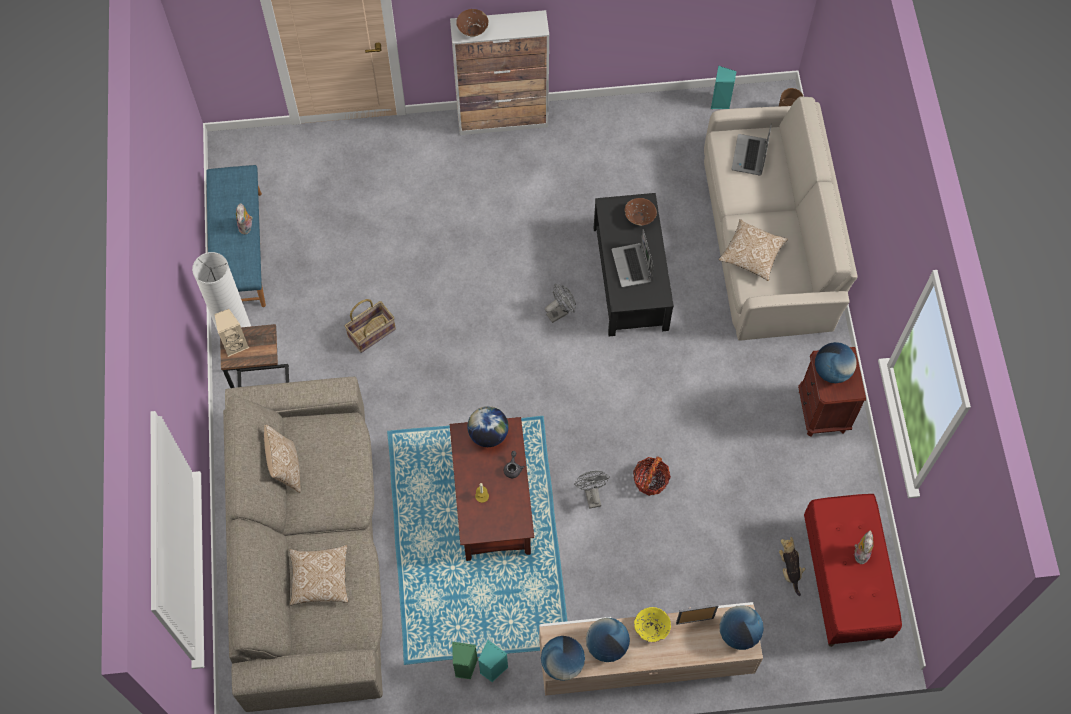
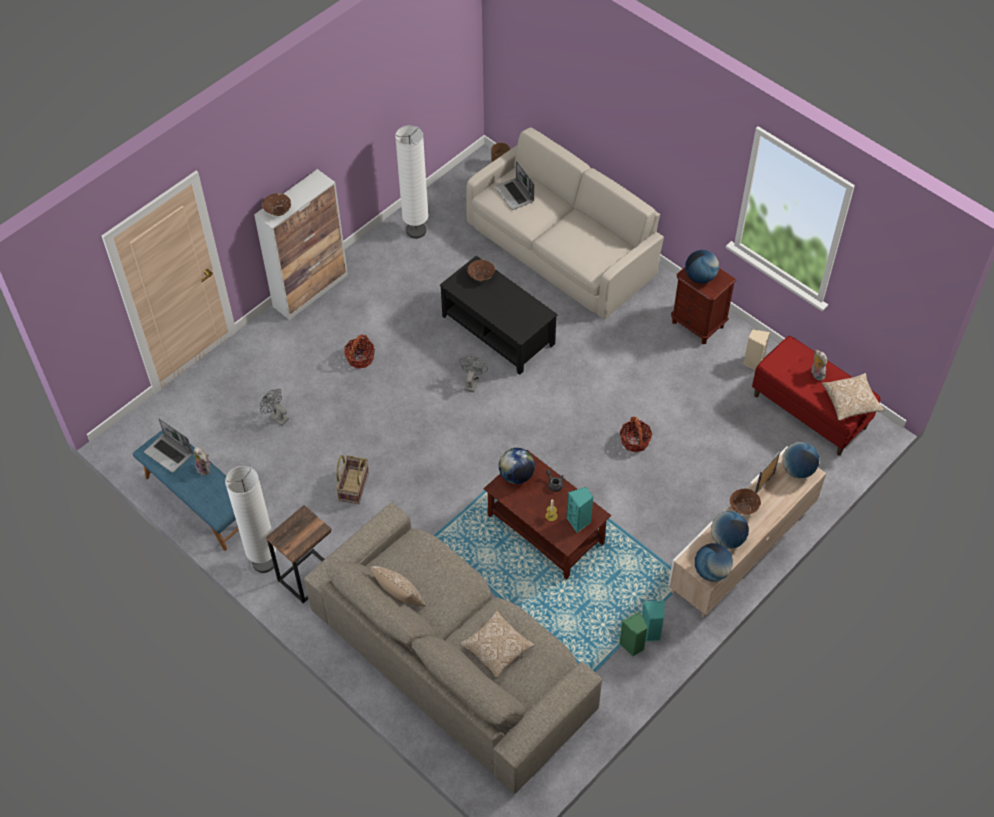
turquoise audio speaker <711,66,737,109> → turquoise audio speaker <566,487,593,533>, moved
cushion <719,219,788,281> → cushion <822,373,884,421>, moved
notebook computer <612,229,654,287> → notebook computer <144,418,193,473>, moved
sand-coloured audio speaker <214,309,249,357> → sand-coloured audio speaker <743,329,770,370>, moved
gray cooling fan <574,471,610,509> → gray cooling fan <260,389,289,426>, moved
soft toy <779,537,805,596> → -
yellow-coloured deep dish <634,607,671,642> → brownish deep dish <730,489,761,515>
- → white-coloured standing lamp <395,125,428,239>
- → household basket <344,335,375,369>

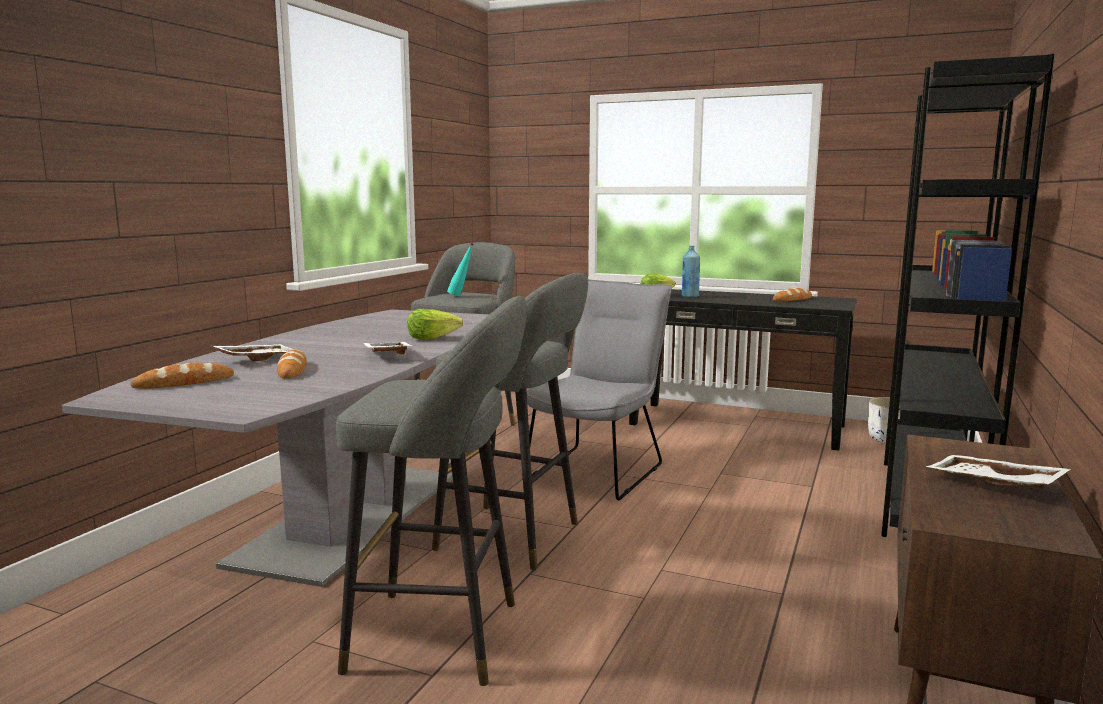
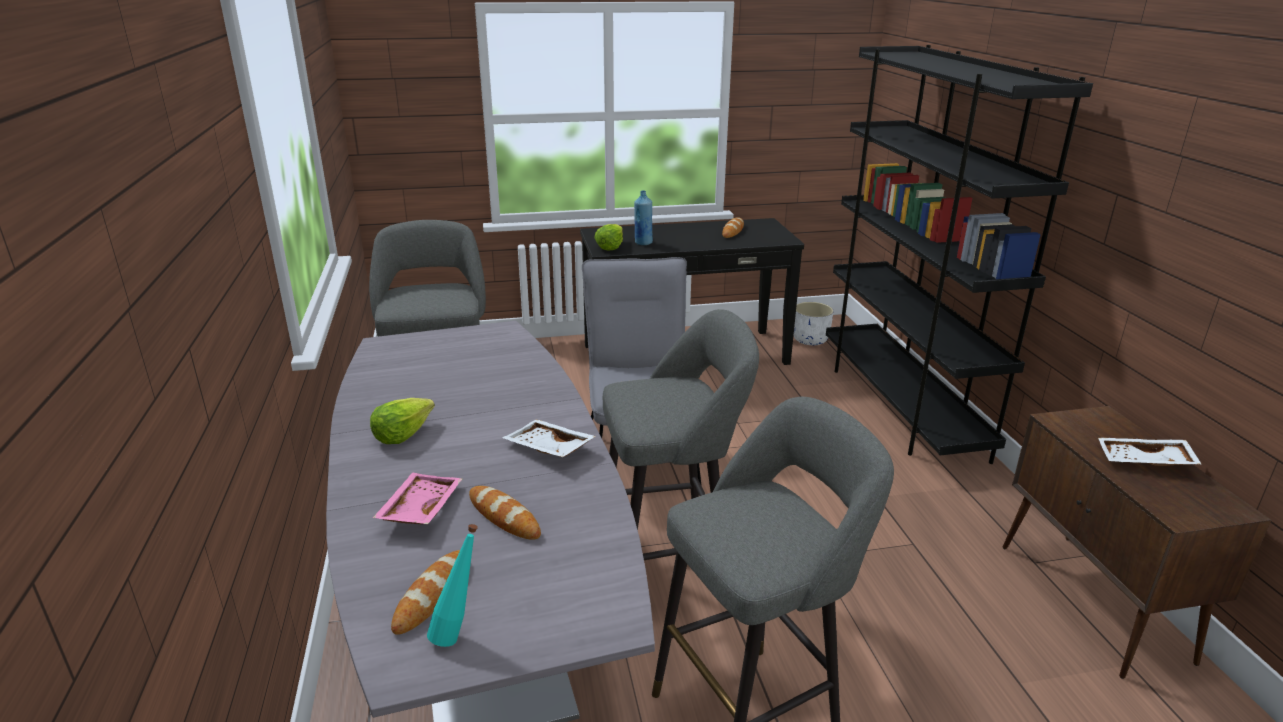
turquoise drink bottle <447,242,474,296> → turquoise drink bottle <427,524,478,647>, moved
head of lettuce <408,309,464,340> → head of lettuce <370,398,435,444>, moved
white-coloured tray <213,344,295,361> → pink-coloured tray <372,472,462,524>

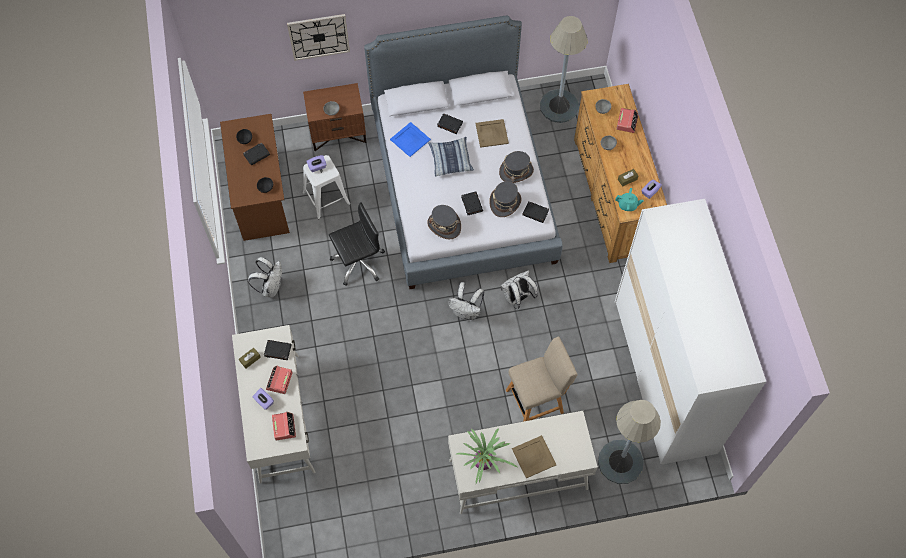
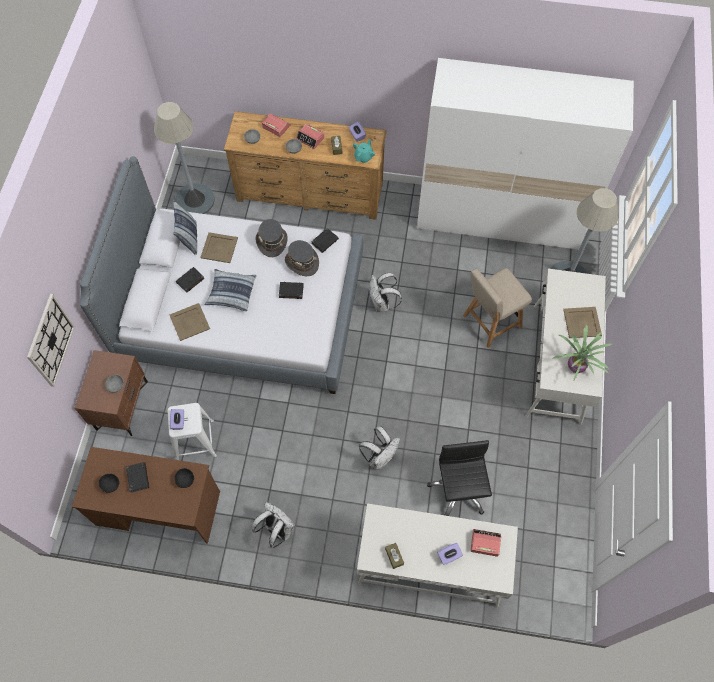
blue tray <390,122,431,157> → sand-coloured tray <170,303,210,341>
black-coloured office chair <329,203,385,286> → black-coloured office chair <427,440,492,516>, moved
gray clothing hat <427,205,461,239> → -
white-coloured rucksack <449,282,485,321> → white-coloured rucksack <359,426,400,470>, moved
sand-coloured upright chair <506,336,577,422> → sand-coloured upright chair <463,268,532,348>, 120 degrees counterclockwise
black-coloured book <264,340,292,360> → -
bedside clock <266,366,293,394> → bedside clock <296,123,325,149>, moved
- → cushion <173,199,197,255>

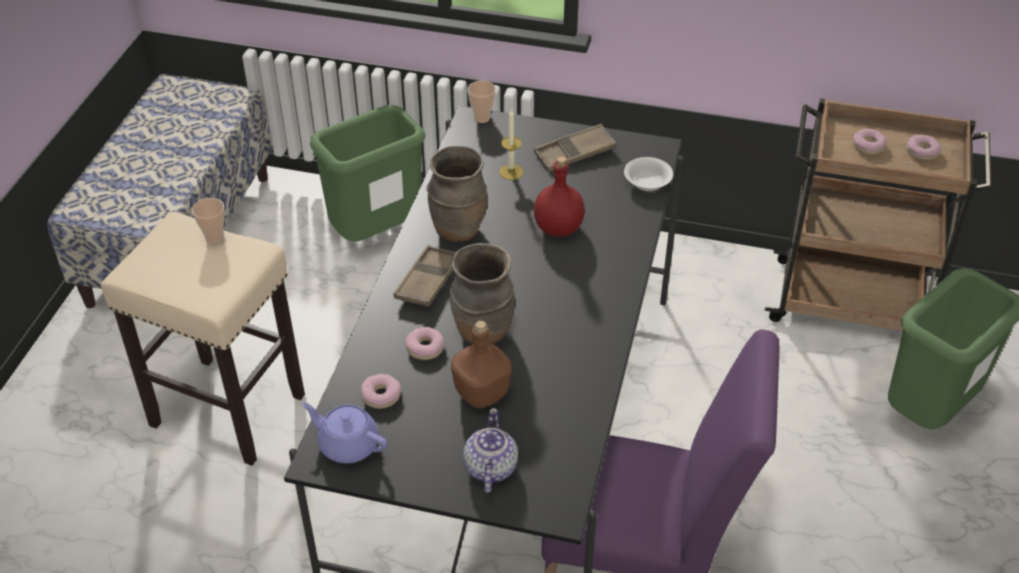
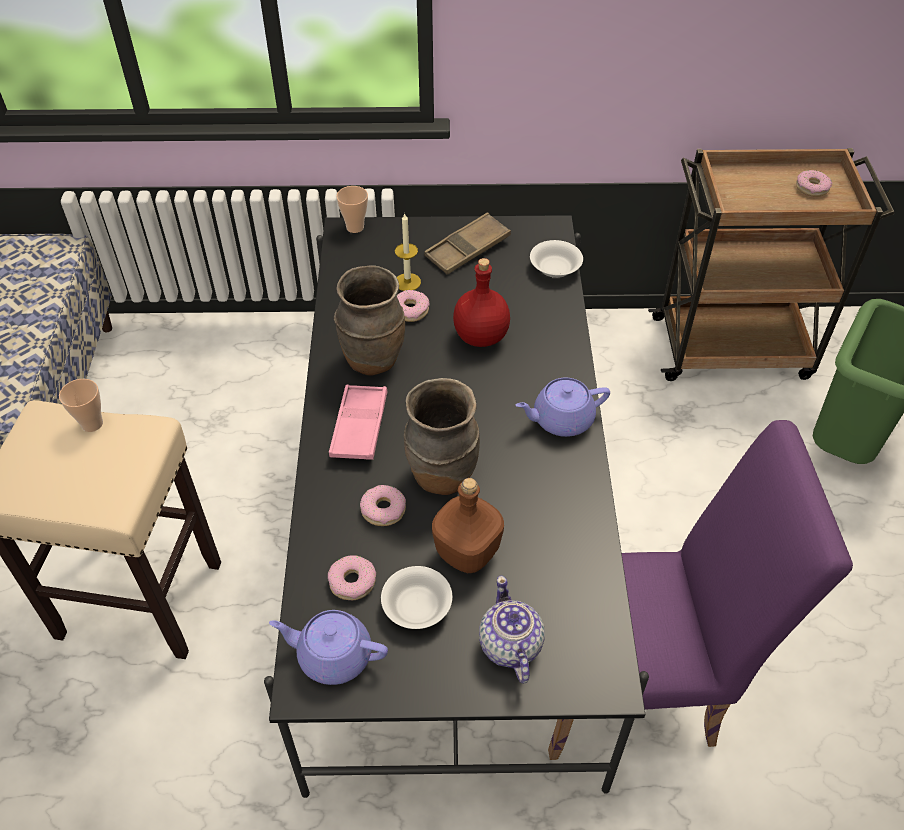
greenish waste bin <310,105,426,241> → -
ring doughnut <853,128,887,155> → ring doughnut <397,290,430,322>, moved
brownish tray <394,245,456,307> → pink-coloured tray <329,385,388,460>
- → purple-coloured teapot <516,378,610,437>
- → white-coloured deep dish <381,566,452,629>

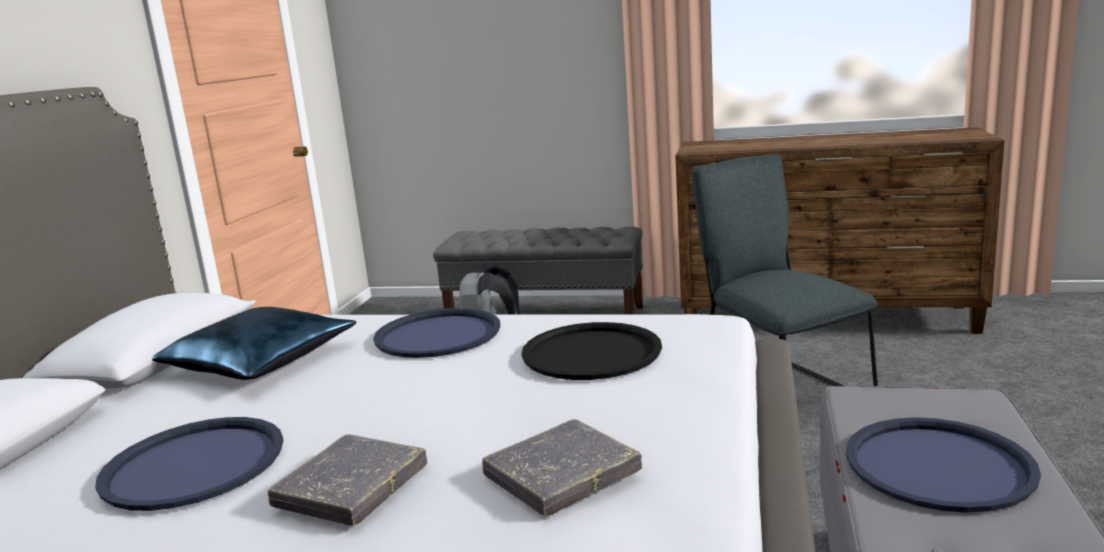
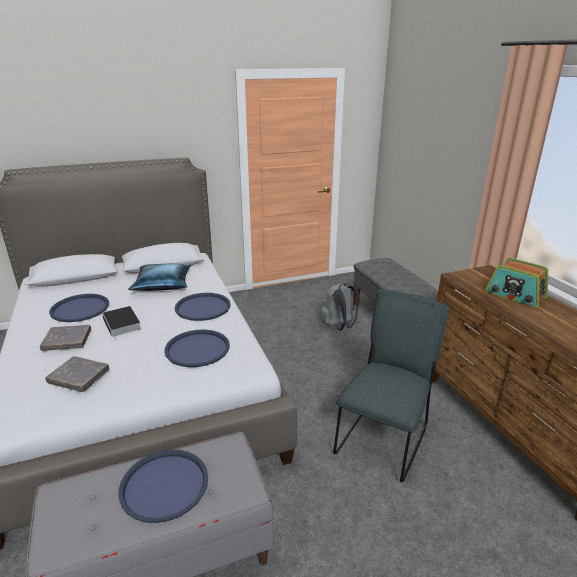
black-coloured tray <522,322,662,380> → blue tray <164,330,230,367>
- → radio <486,258,548,308>
- → book <102,306,141,340>

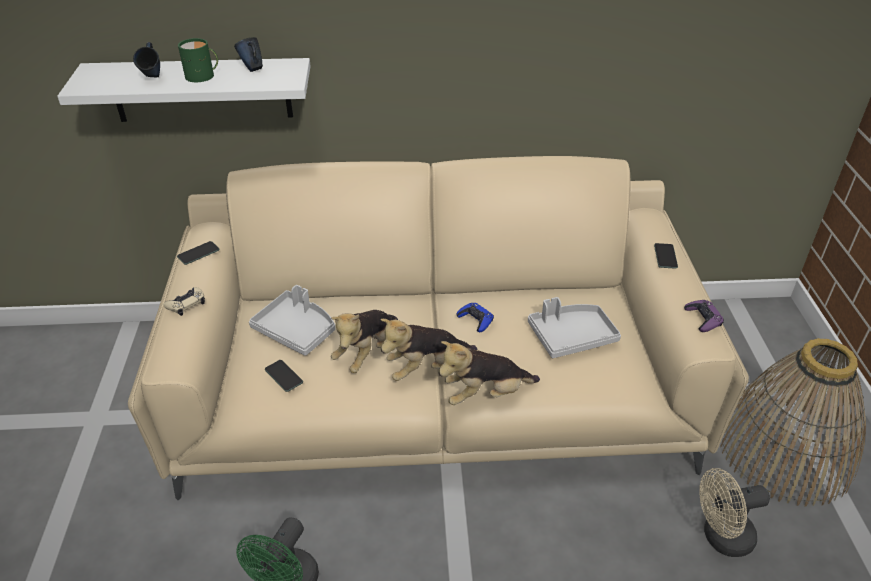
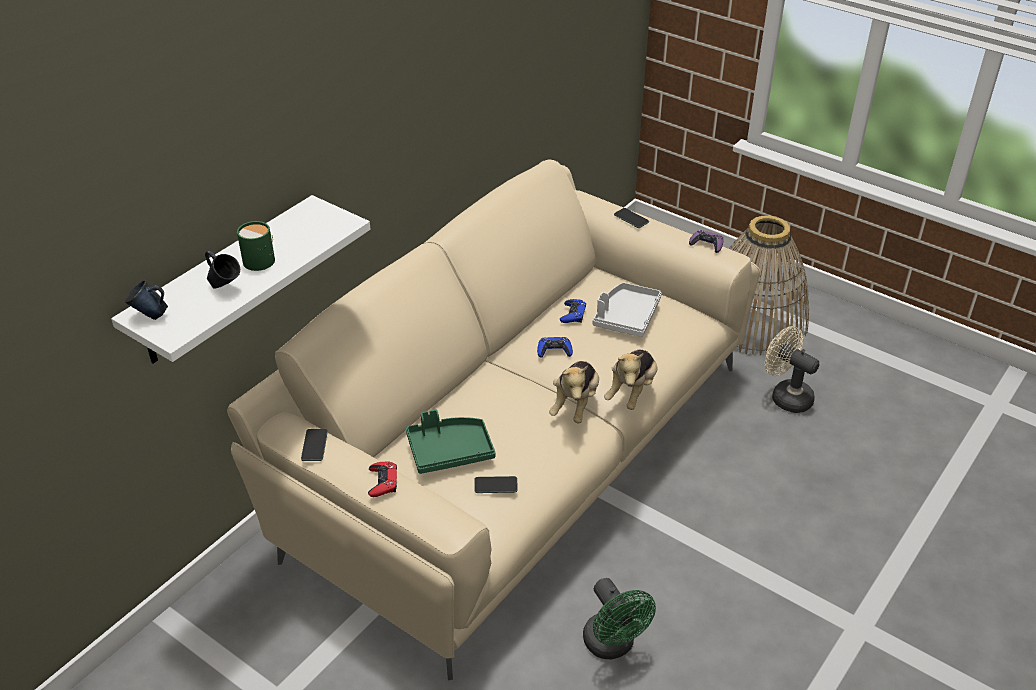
blue mug <234,37,263,72> → blue mug <125,280,168,320>, moved
gray tray <249,285,336,356> → greenish tray <406,409,496,474>
sand-coloured game controller <163,287,205,316> → reddish game controller <368,462,397,497>
soft toy <331,310,398,373> → -
sand-coloured cooling fan <699,468,770,557> → sand-coloured cooling fan <765,326,819,413>, 105 degrees clockwise
- → blue game controller <560,299,586,323>

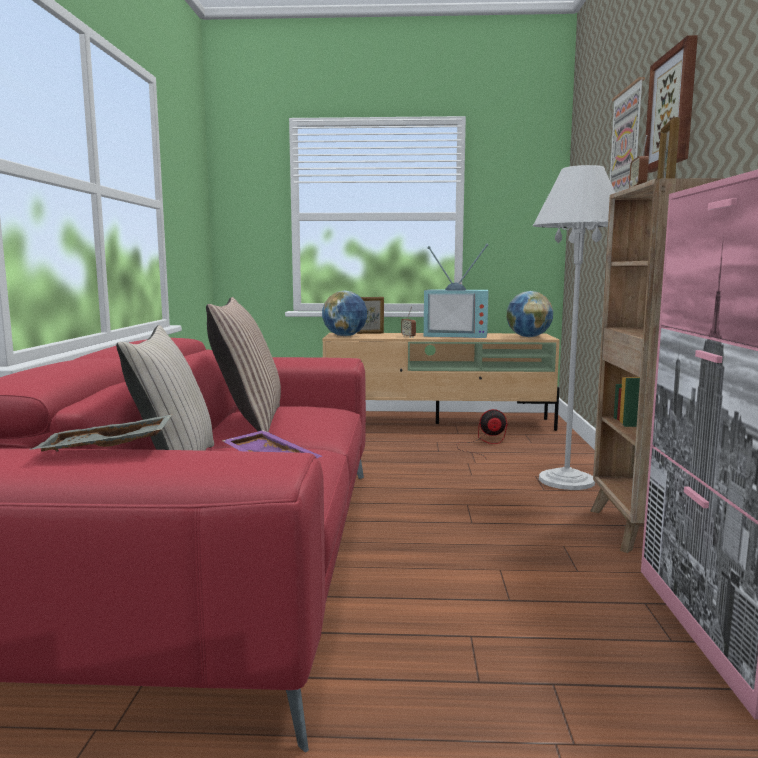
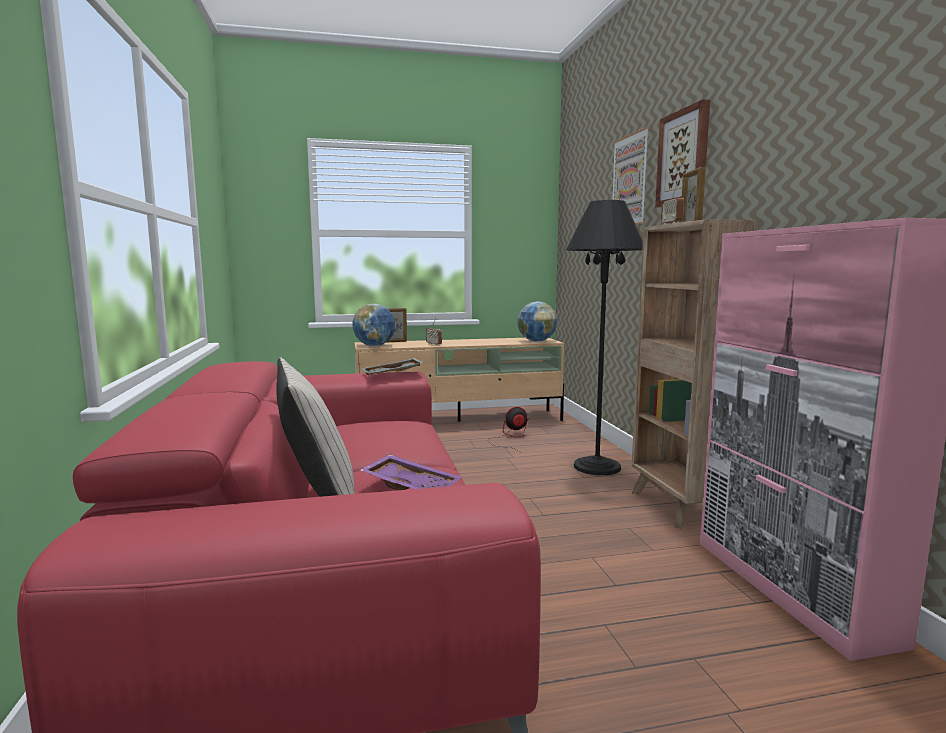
white-coloured standing lamp <533,165,615,490> → black-coloured standing lamp <566,200,643,475>
television <424,244,489,338> → -
cushion <206,297,281,432> → -
gray tray <30,414,173,452> → gray tray <362,358,423,375>, moved

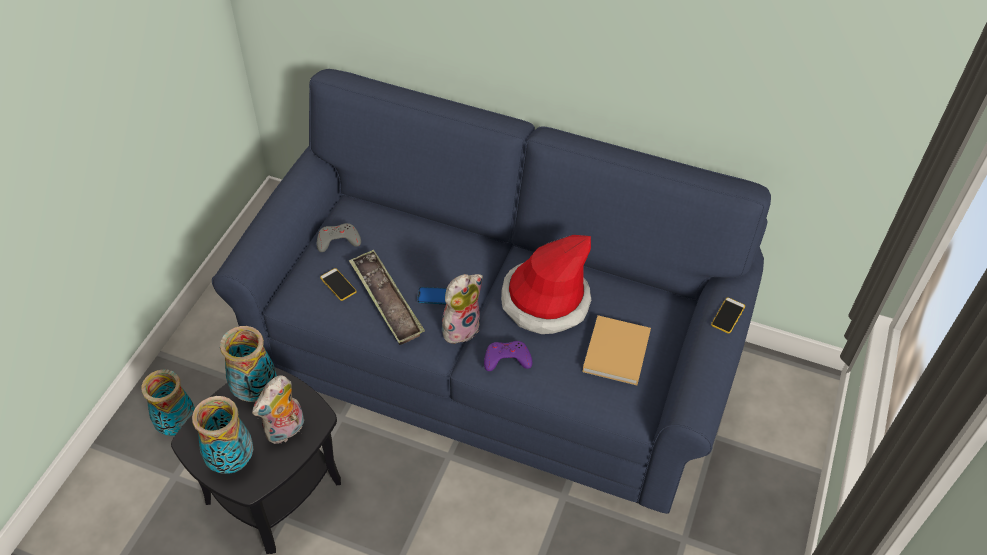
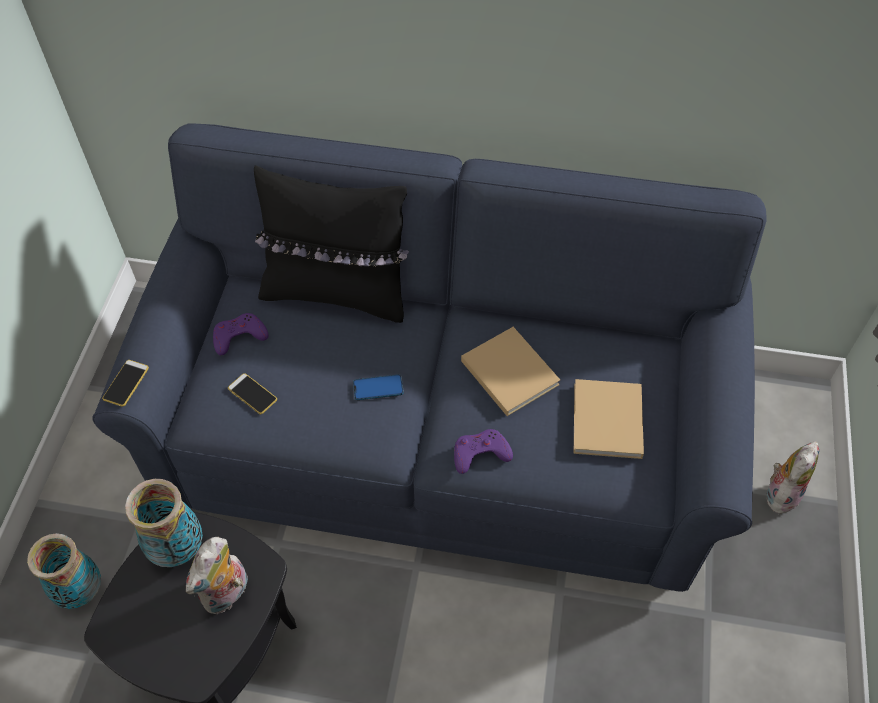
gray game controller <317,223,361,252> → purple-coloured game controller <213,313,269,355>
clothing hat <501,235,591,334> → sand-coloured book <461,327,560,416>
tray <349,249,425,345> → -
soft toy <442,274,483,343> → soft toy <767,442,819,513>, moved
telephone <711,297,745,334> → telephone <102,360,149,407>, moved
decorative vase <192,396,253,474> → -
- → black-coloured cushion <254,165,409,323>

